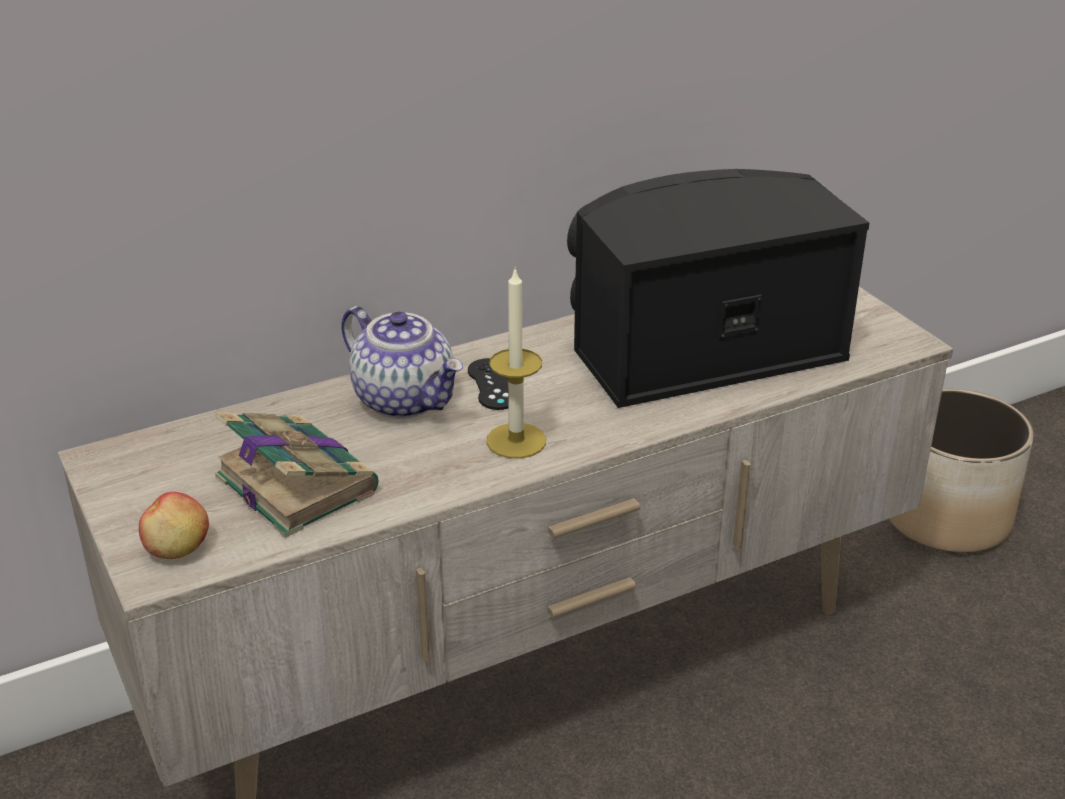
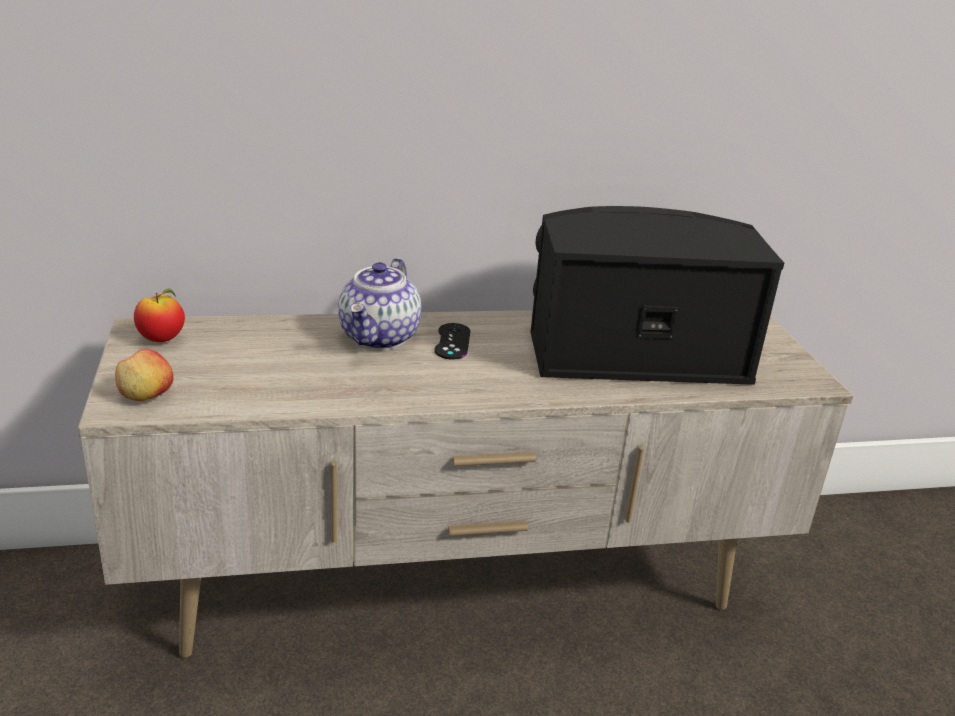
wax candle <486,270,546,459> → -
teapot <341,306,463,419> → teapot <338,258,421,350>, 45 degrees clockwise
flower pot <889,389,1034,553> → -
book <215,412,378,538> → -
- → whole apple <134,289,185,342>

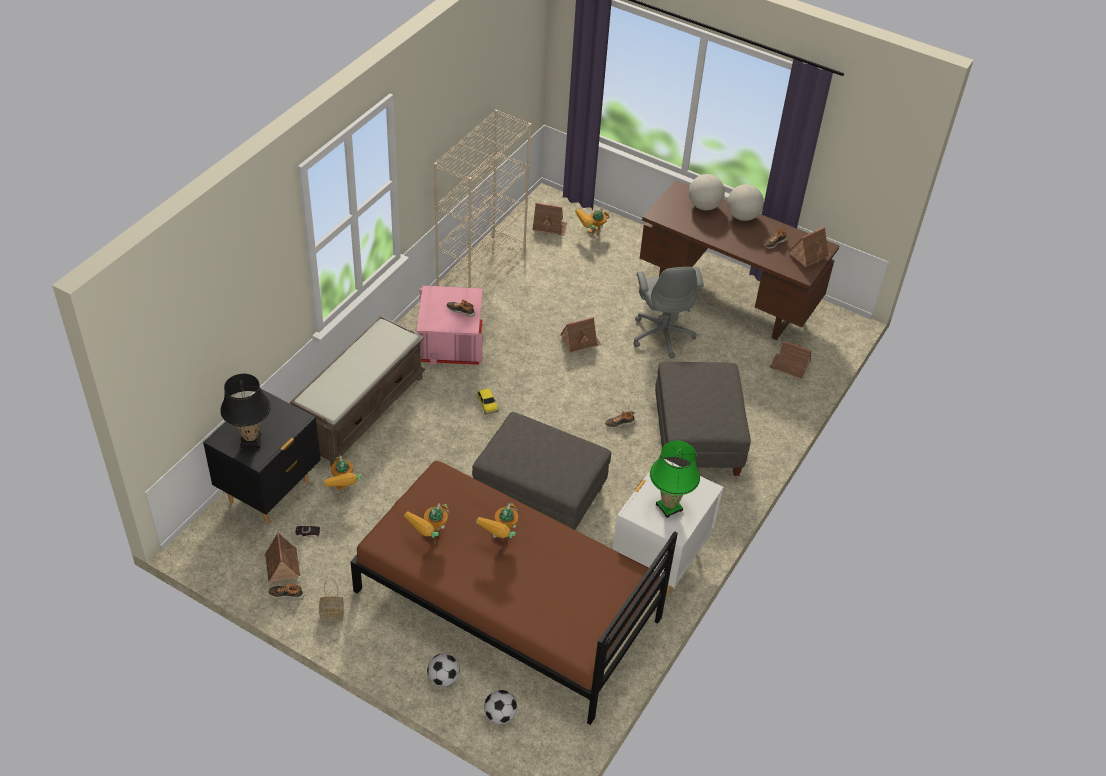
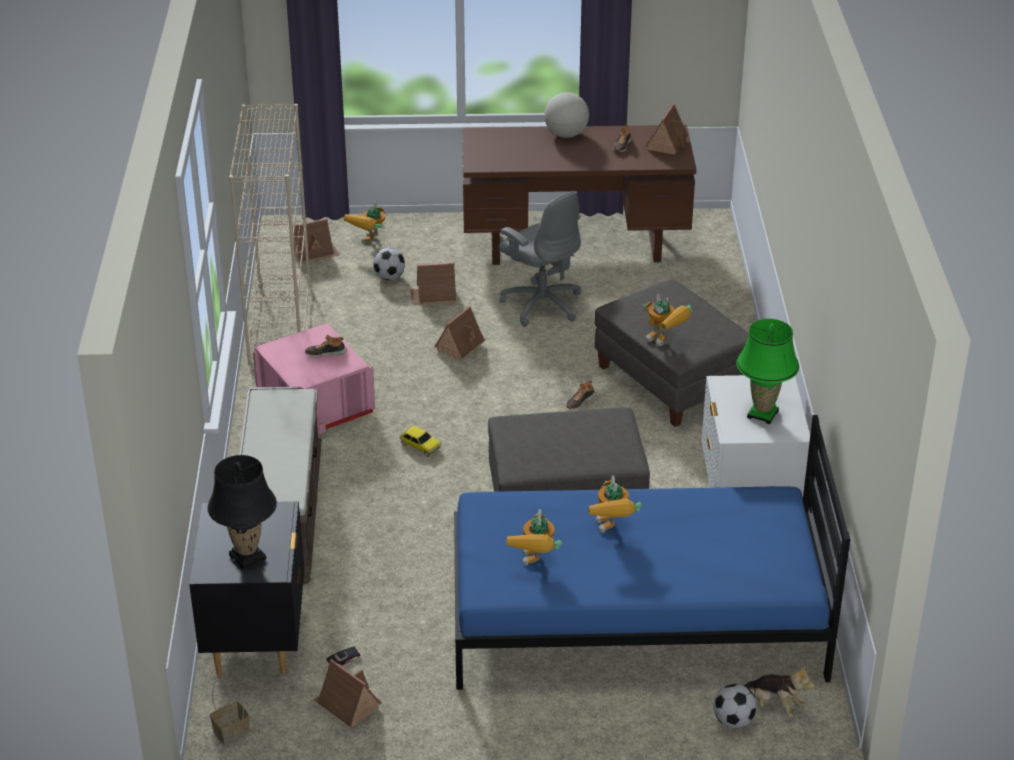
globe <689,174,725,210> → -
model house <769,341,812,379> → model house <410,263,456,305>, moved
model robot <324,456,362,493> → model robot <643,294,693,346>, moved
brownish sleeping bed <350,460,678,725> → blue sleeping bed <454,415,850,690>
household basket <319,579,344,622> → household basket <210,679,249,745>, moved
item of footwear <268,583,305,600> → -
football <427,654,460,687> → football <373,248,405,280>, moved
- → soft toy <744,665,815,718>

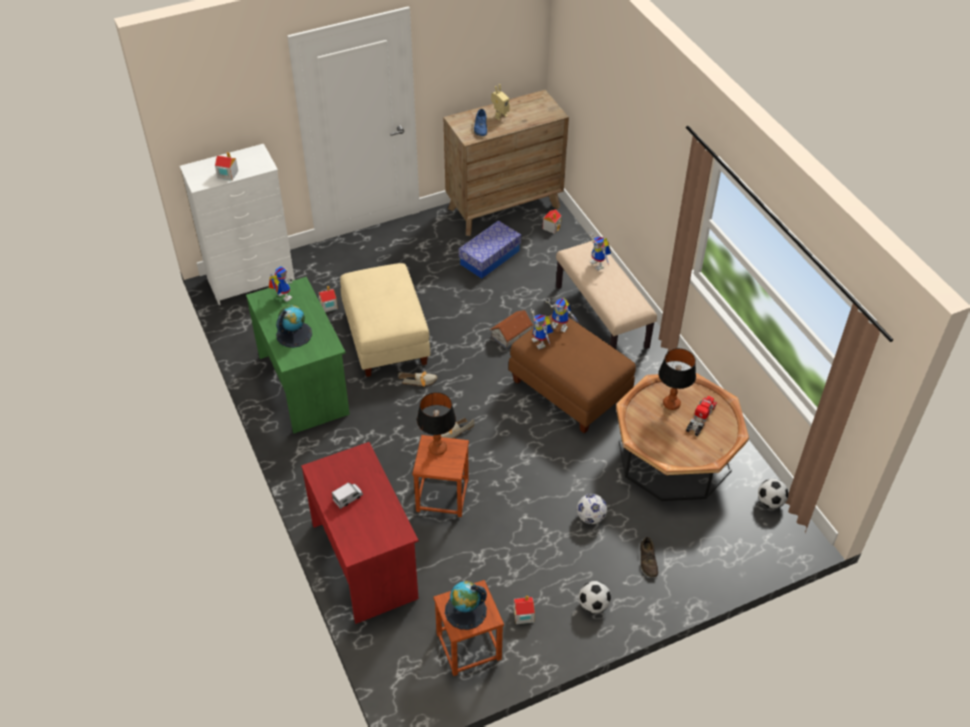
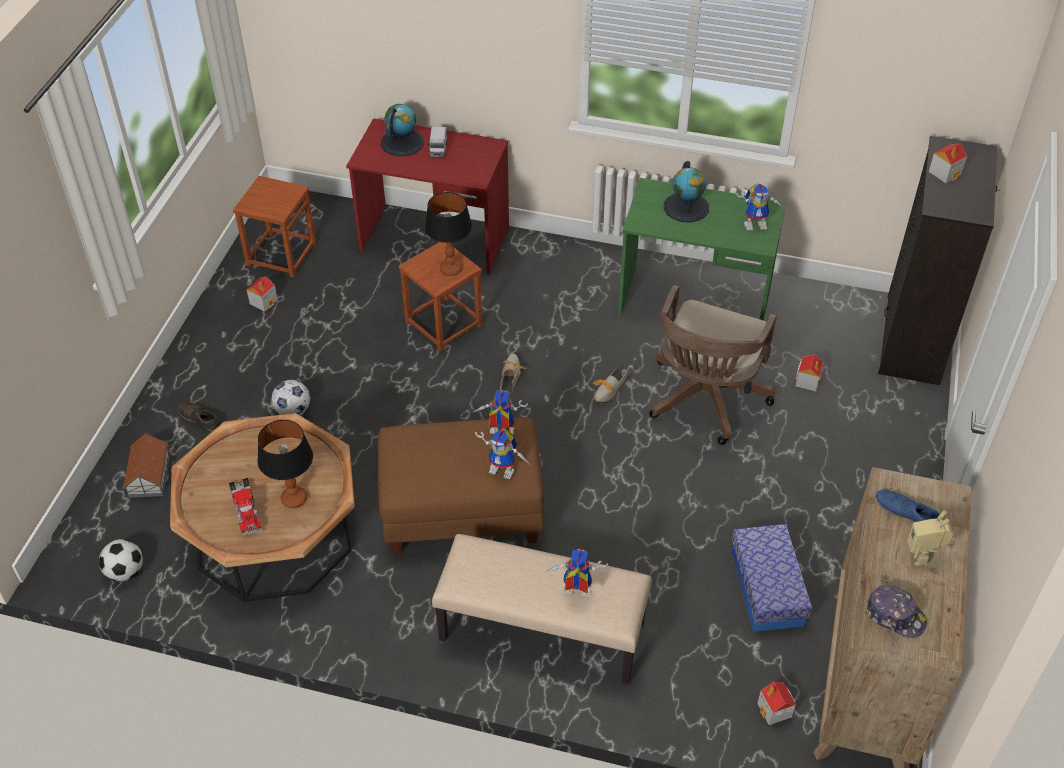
white-coloured dresser <179,143,295,305> → black-coloured dresser <878,136,1000,385>
sand-coloured pouffe <340,263,430,377> → brownish office chair <649,285,777,445>
model robot <544,298,579,333> → model robot <475,428,529,479>, 135 degrees counterclockwise
model house <490,310,533,349> → model house <123,433,170,498>, moved
globe <445,581,487,630> → globe <381,104,424,156>, moved
football <579,581,611,613> → -
- → peaked cap <865,585,927,638>

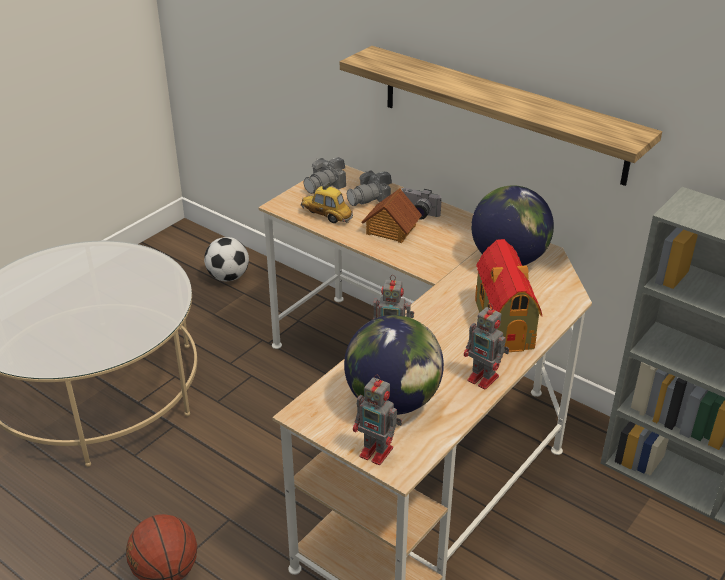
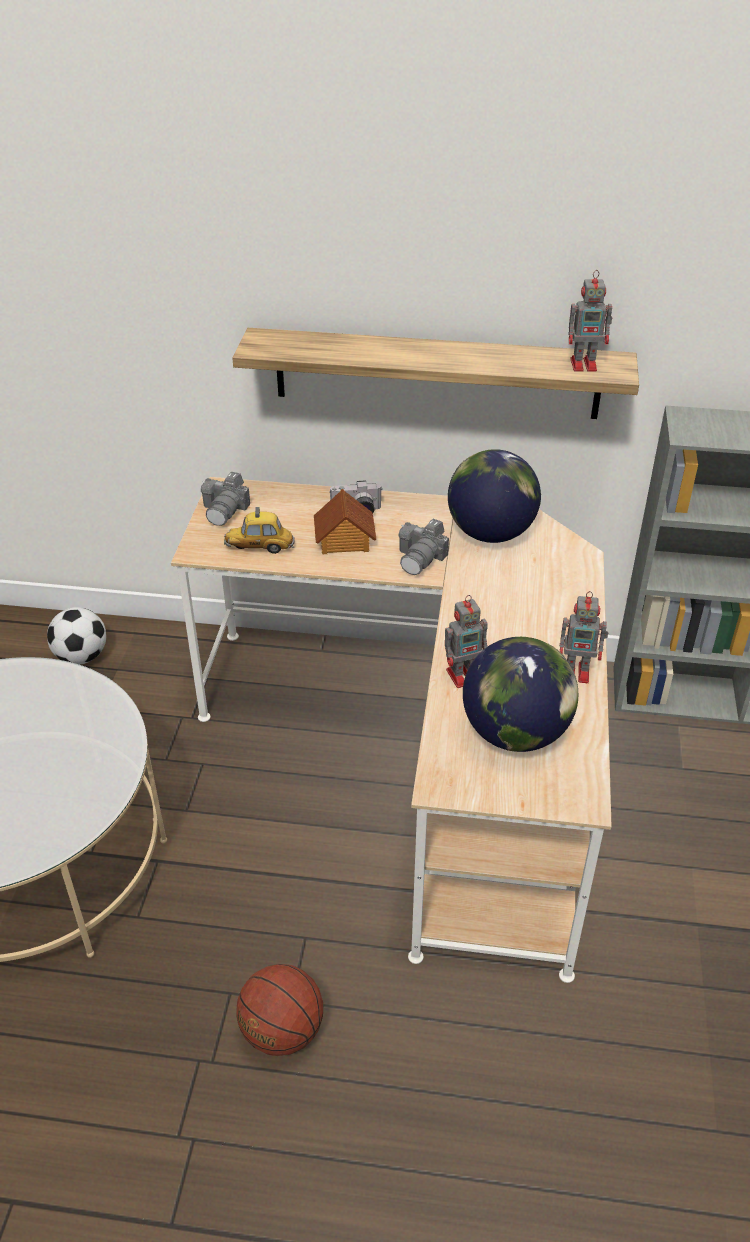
still camera <347,171,392,206> → still camera <398,519,449,575>, moved
model house <475,239,542,352> → -
model robot <353,374,402,465> → model robot <568,270,612,372>, moved

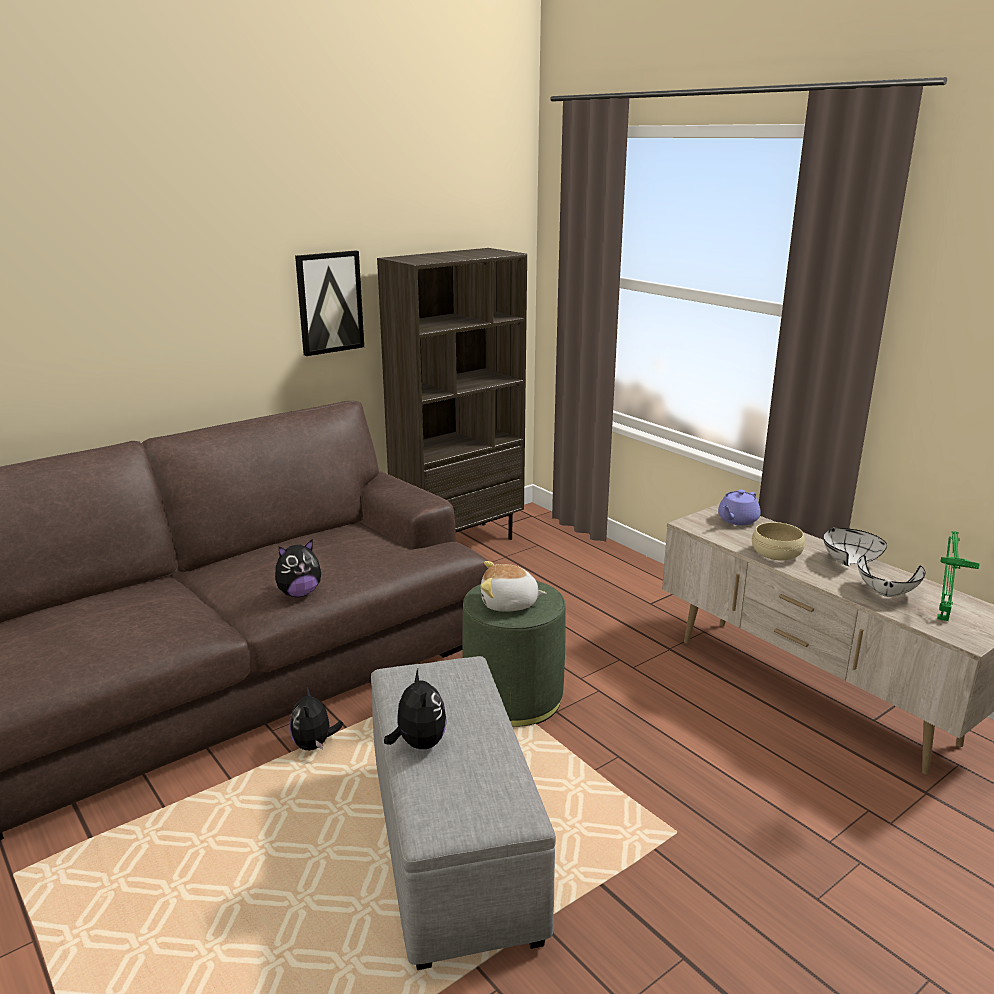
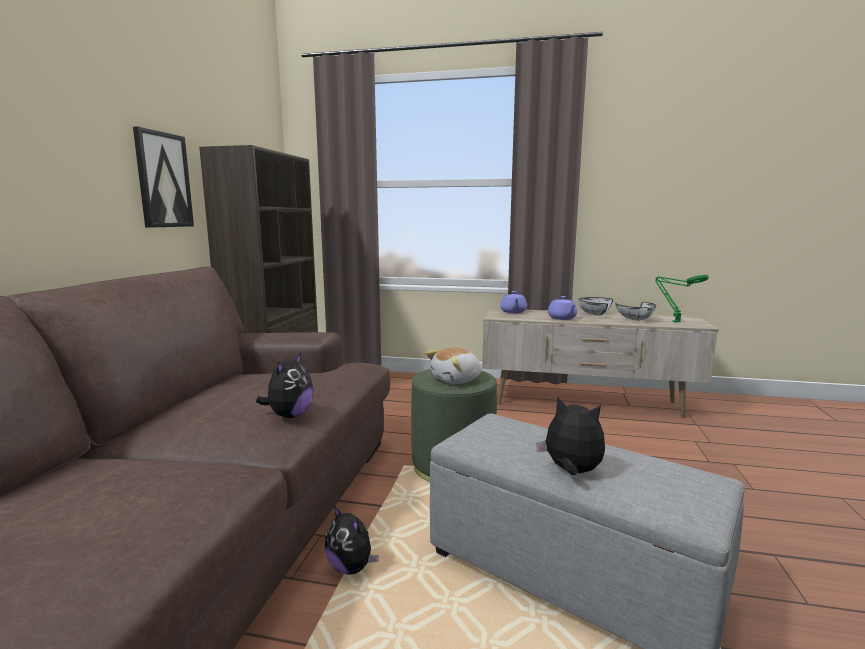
sand-coloured deep dish <752,522,805,561> → purple-coloured teapot <548,296,577,320>

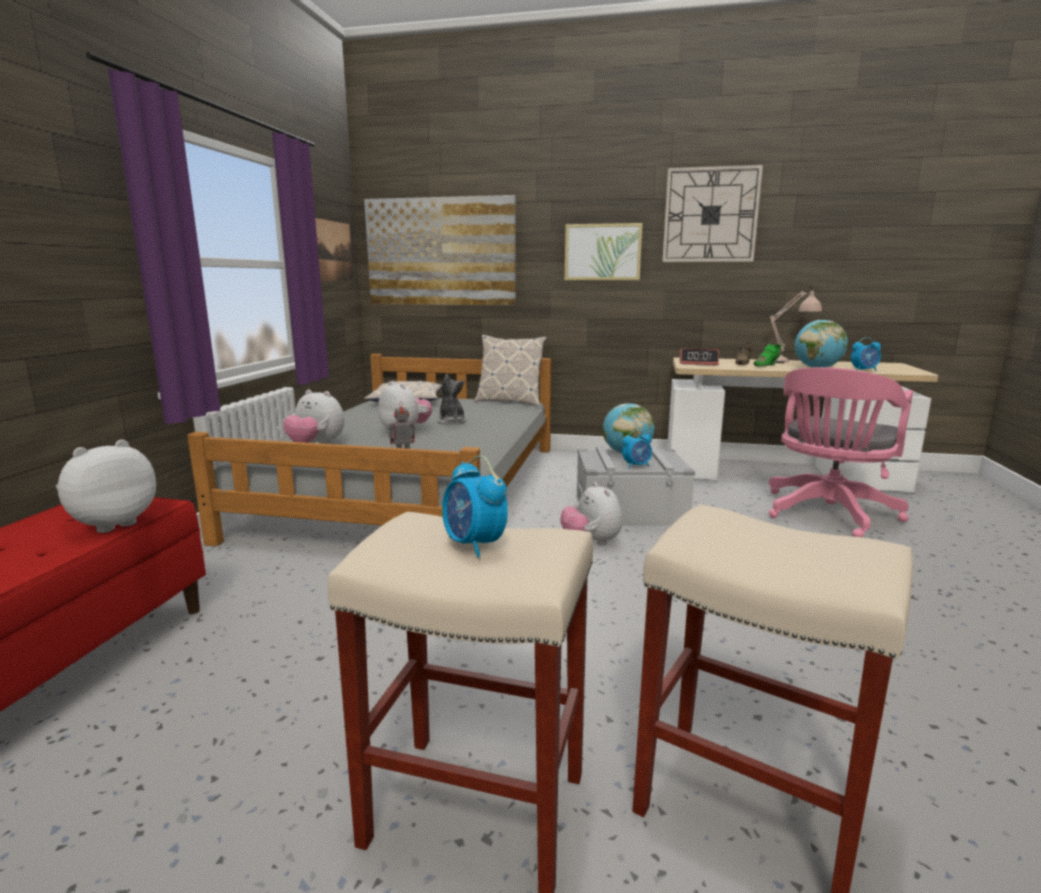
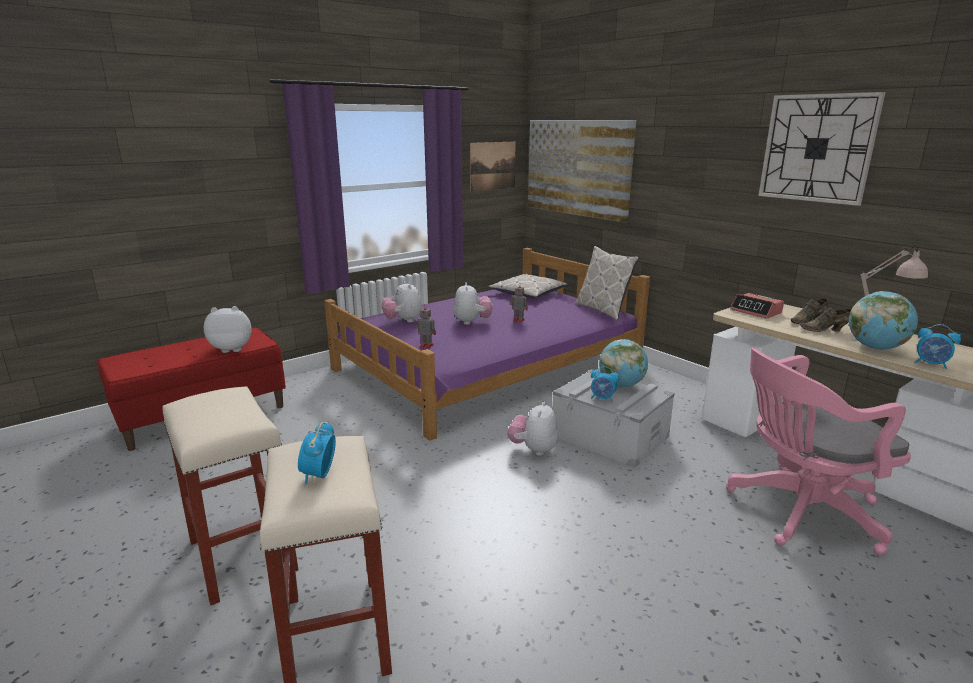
wall art <565,223,643,280> → -
greenish item of footwear <754,344,782,367> → brownish item of footwear <800,307,851,332>
gray sleeping bed <187,354,551,547> → purple-coloured sleeping bed <324,248,650,441>
soft toy <437,374,467,425> → model robot <510,285,528,323>
bedside clock <442,455,508,557> → bedside clock <298,421,336,485>, moved

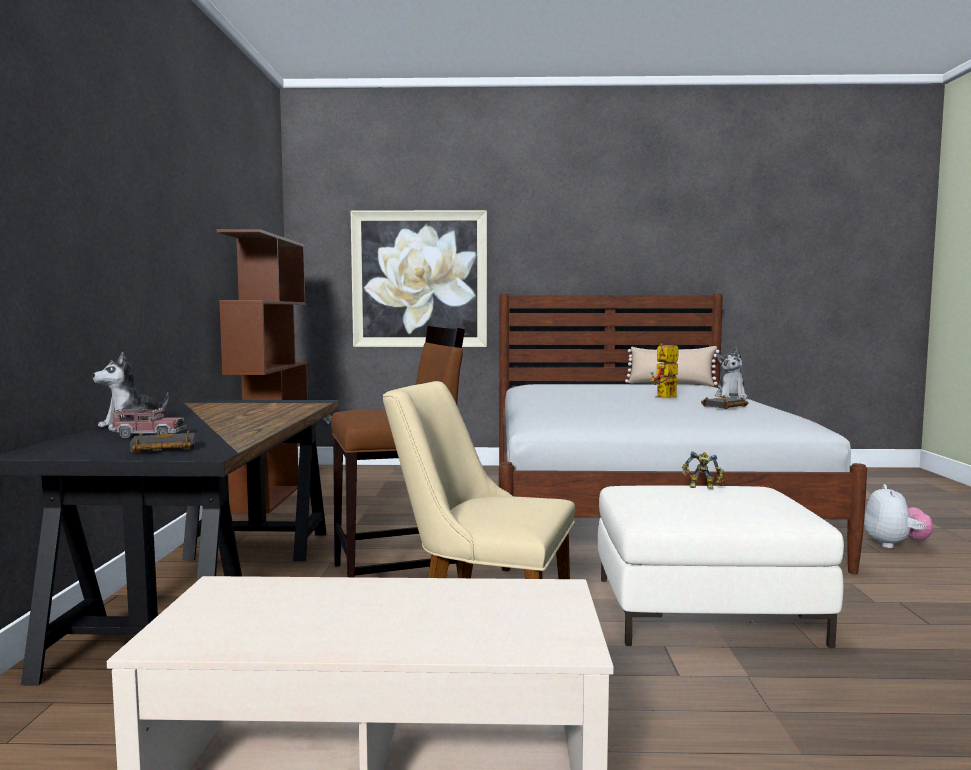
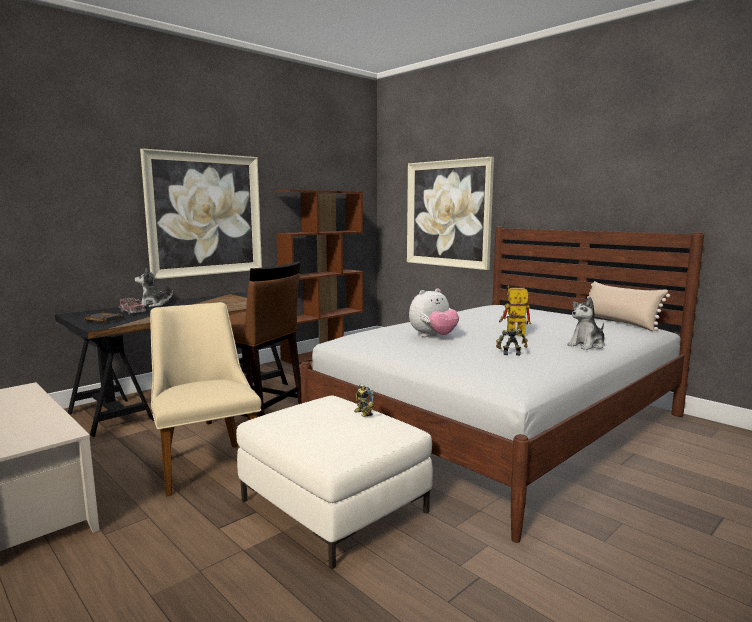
black-coloured book <701,395,748,409> → model robot <496,327,528,356>
soft toy <864,484,933,548> → soft toy <409,288,459,337>, moved
- → wall art <140,148,262,279>

